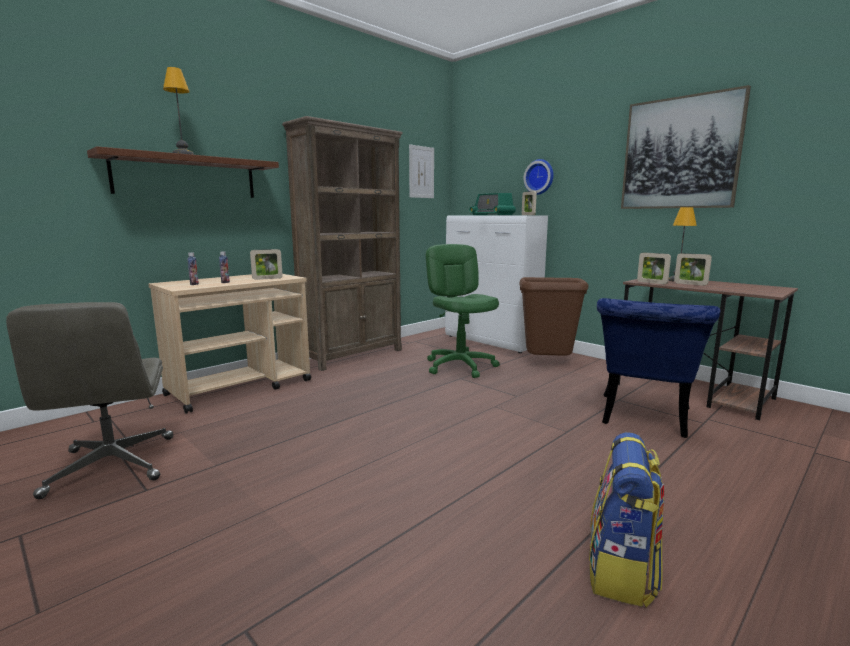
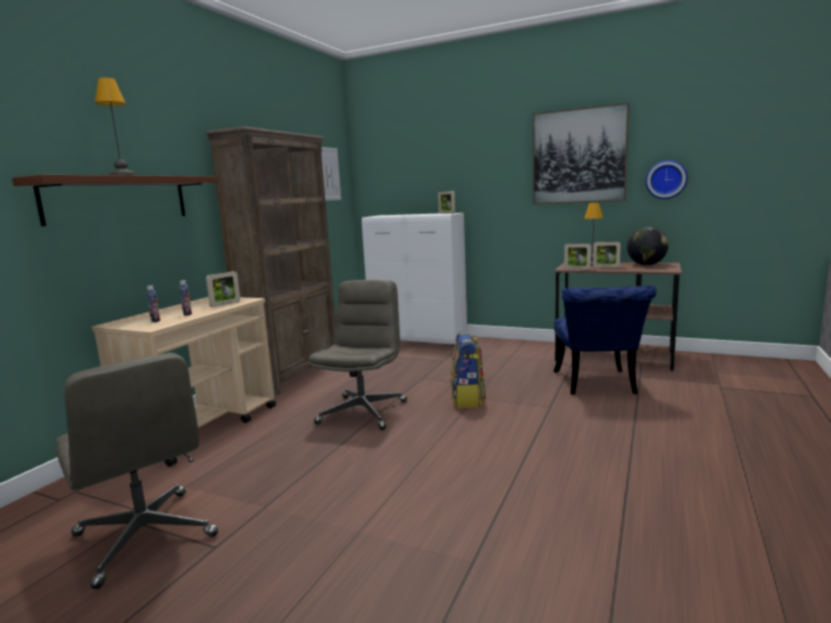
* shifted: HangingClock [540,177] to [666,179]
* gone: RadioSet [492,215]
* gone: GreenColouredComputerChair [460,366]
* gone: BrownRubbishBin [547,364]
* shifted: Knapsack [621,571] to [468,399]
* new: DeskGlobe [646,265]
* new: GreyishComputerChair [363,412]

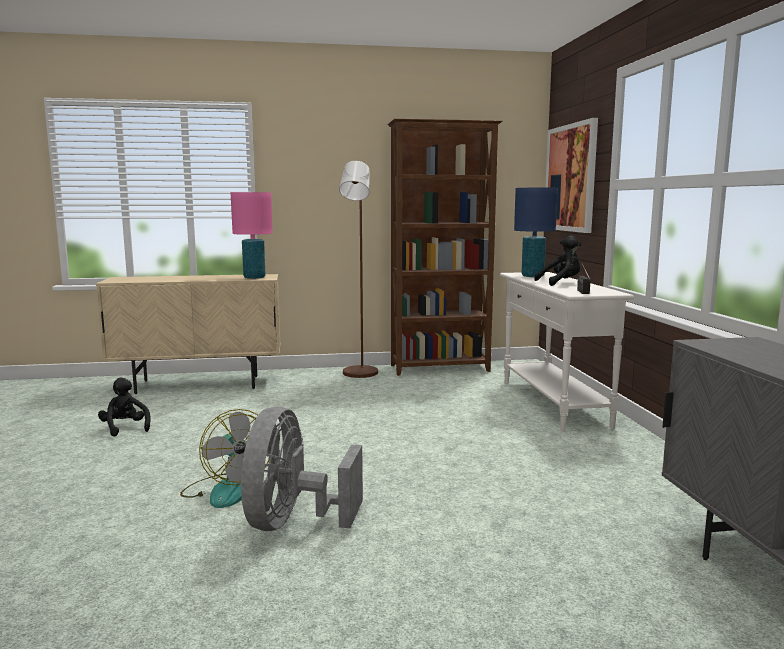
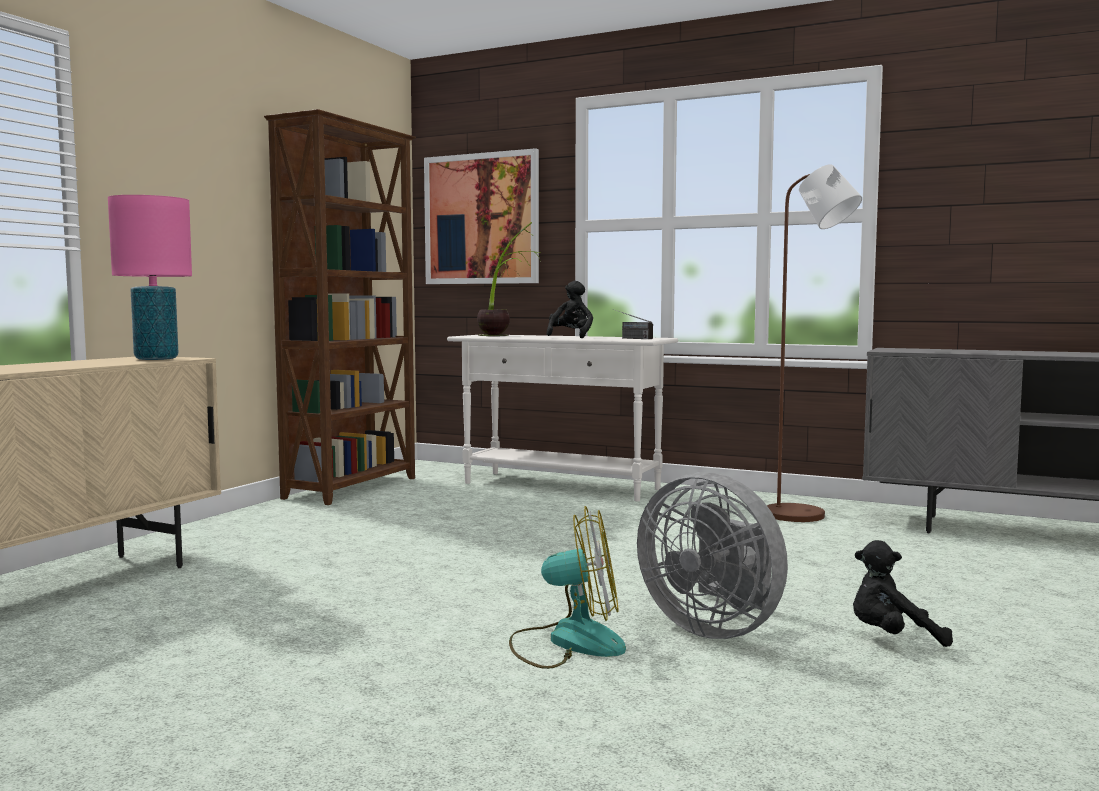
* shifted: BrownStandardLamp [359,375] to [805,516]
* swapped: BlueLampForATable [533,276] to PlantInAPot [504,336]
* shifted: BlackishCuddlyToy [125,428] to [892,638]

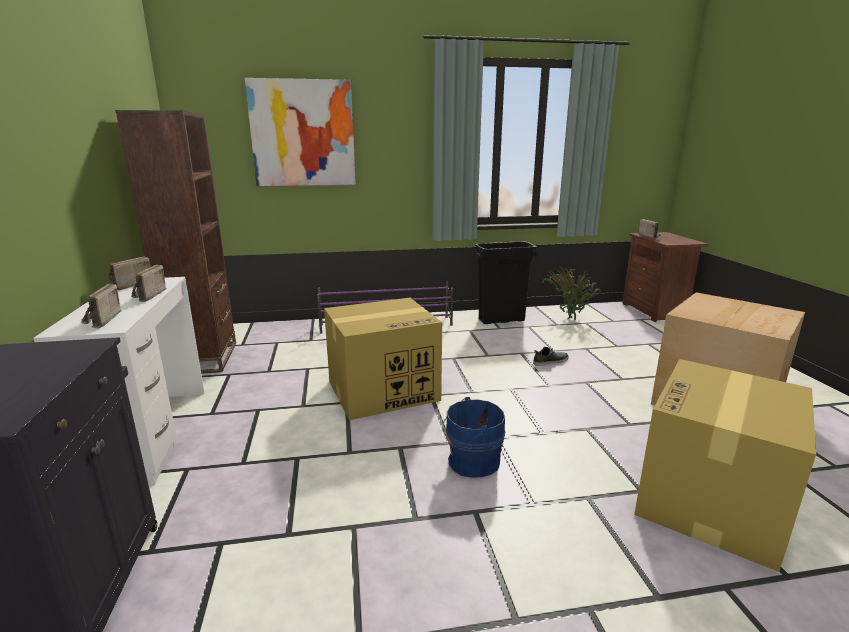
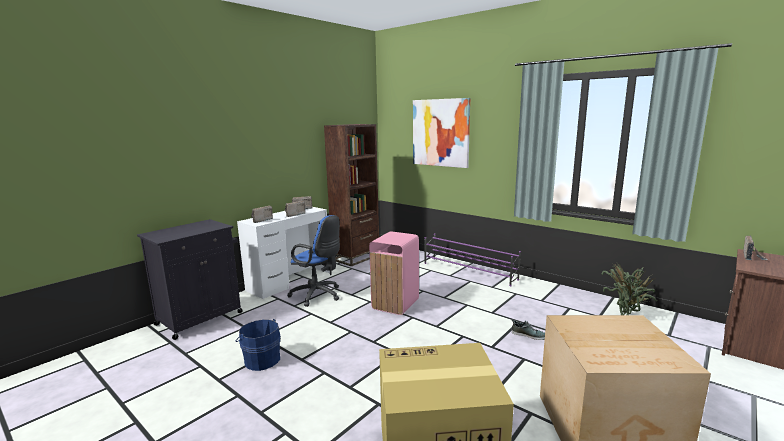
* gone: BlackishRubbishBin [501,320]
* swapped: CardboardBox [384,390] to PinkColouredRubbishBin [396,304]
* shifted: BluePail [471,461] to [261,359]
* new: BlueComputerChair [318,295]

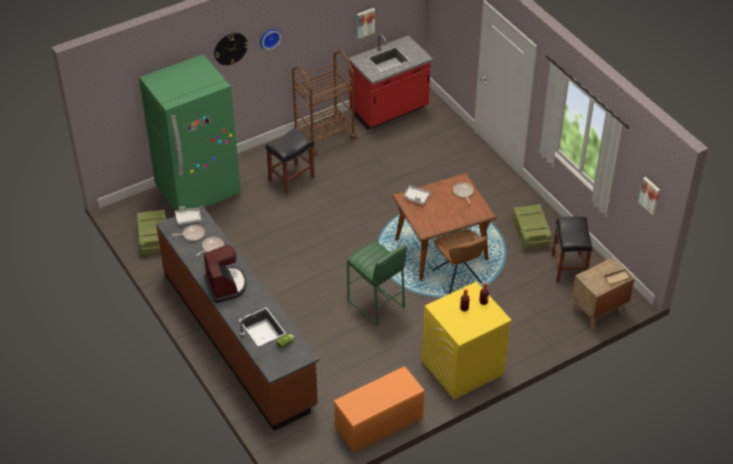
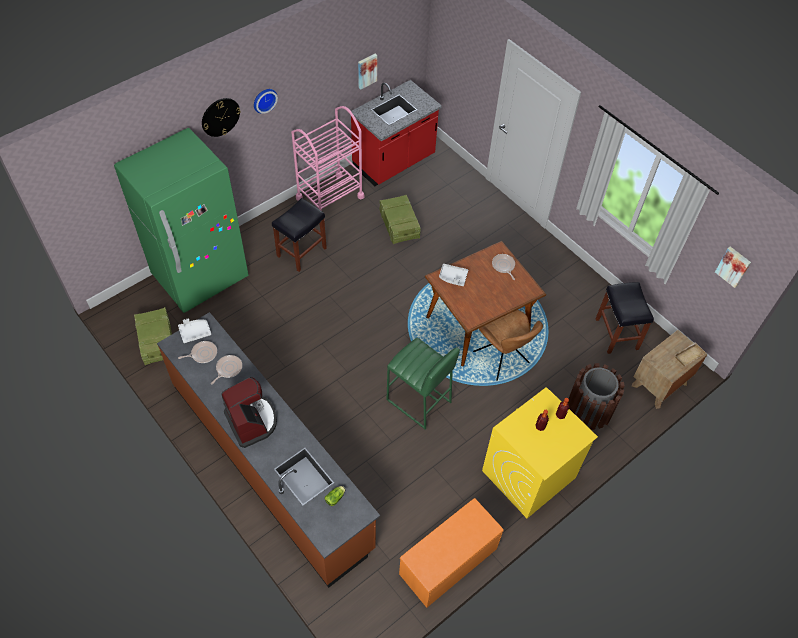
* repainted: BrownTrolley [324,136] to PinkColouredTrolley [330,197]
* shifted: Crate [531,234] to [399,226]
* new: BrownRubbishBin [586,416]

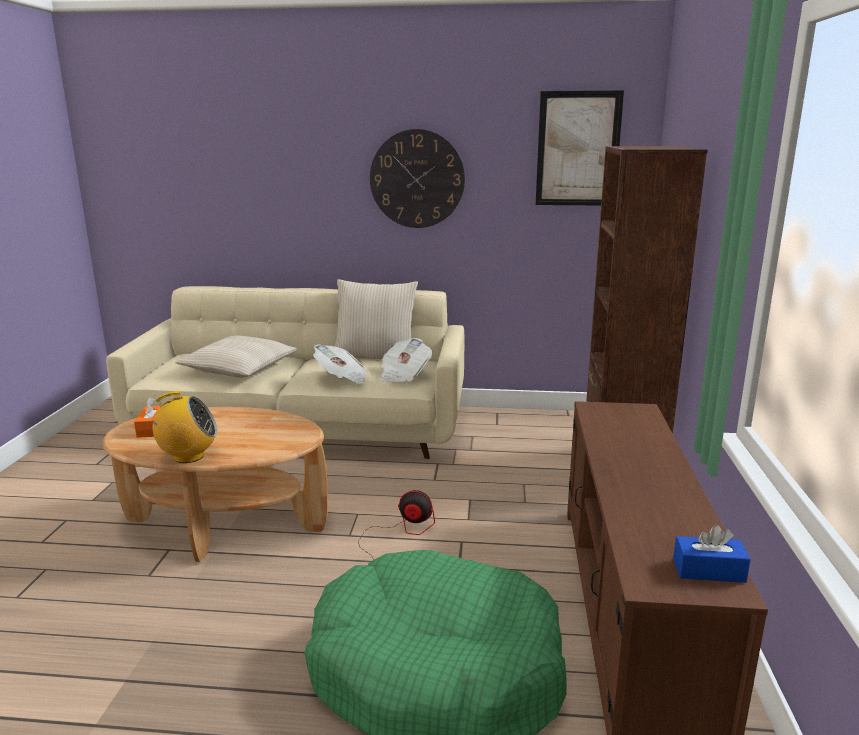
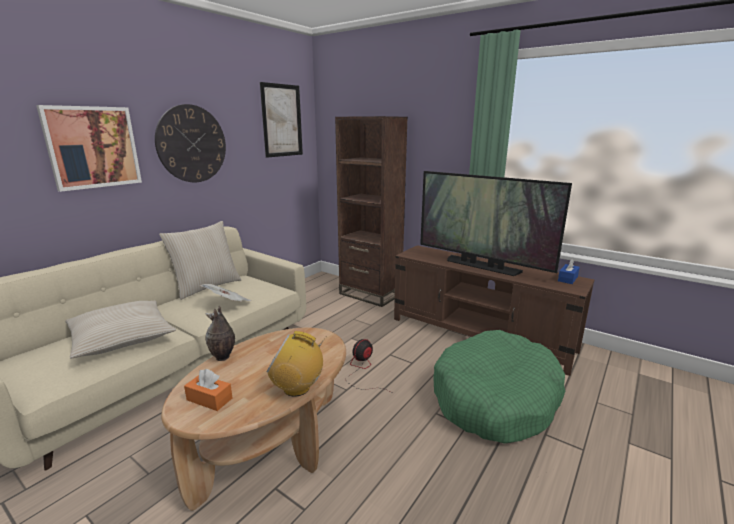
* gone: DailyPaper [403,375]
* rotated: RadioSet [188,456] = [297,388] 105 degrees counterclockwise
* new: Picture [93,147]
* new: Tv [481,266]
* new: DecorativeVase [222,357]

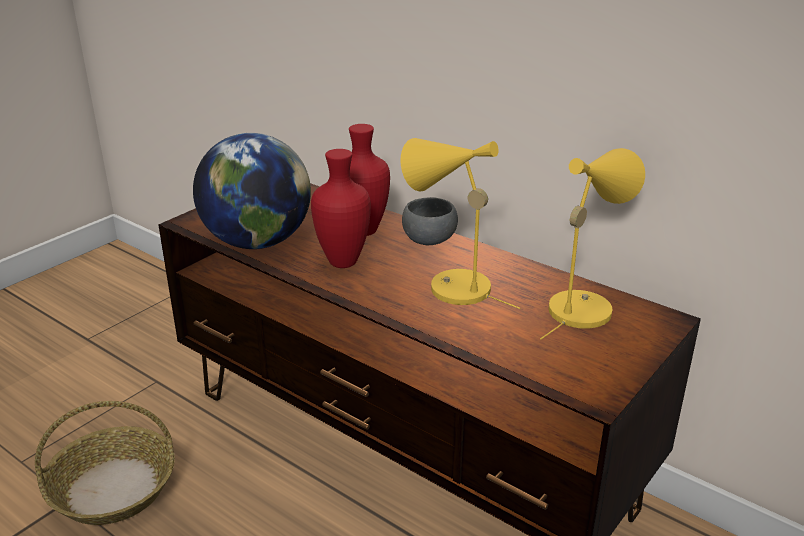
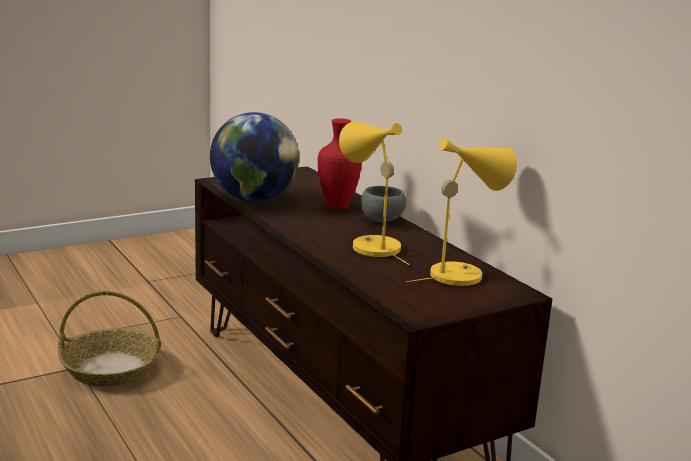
* gone: RedDecorativeVase [345,262]

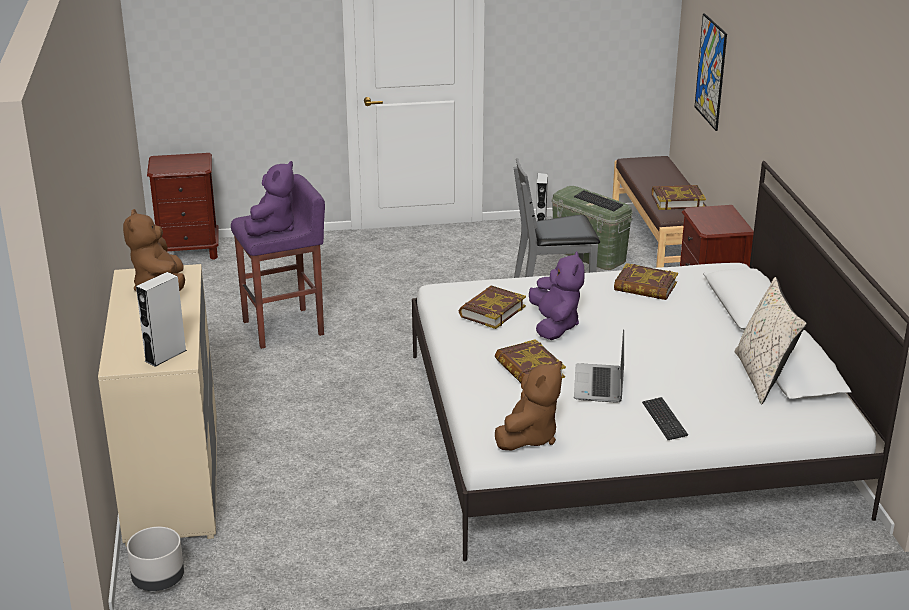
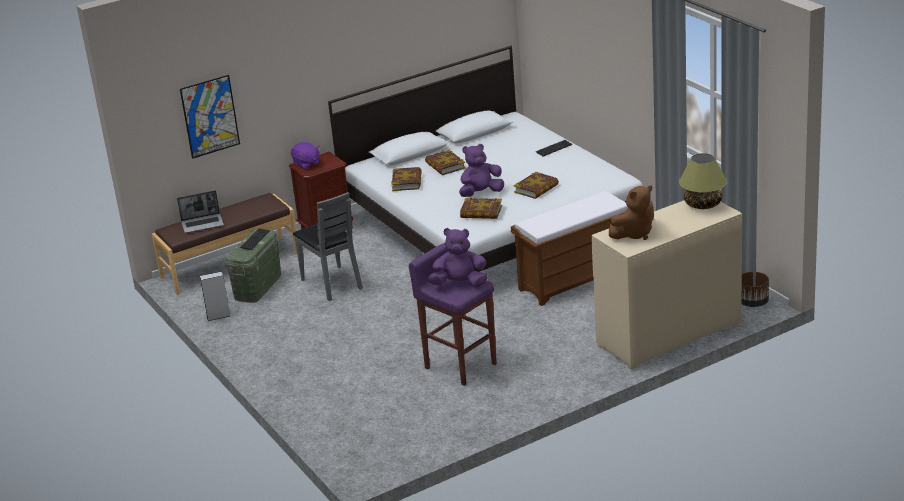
* gone: BrownNightTable [189,251]
* shifted: Book [677,201] to [445,166]
* swapped: GreyishSpeaker [165,355] to LampForATable [702,204]
* gone: BeigeColouredPillow [763,377]
* shifted: PortableComputer [599,385] to [203,224]
* gone: BrownCuddlyToy [529,437]
* repainted: GreyishFlowerPot [158,580] to BrownFlowerPot [753,303]
* new: PurpleColouredCuddlyToy [306,164]
* new: BrownLongSeat [575,279]

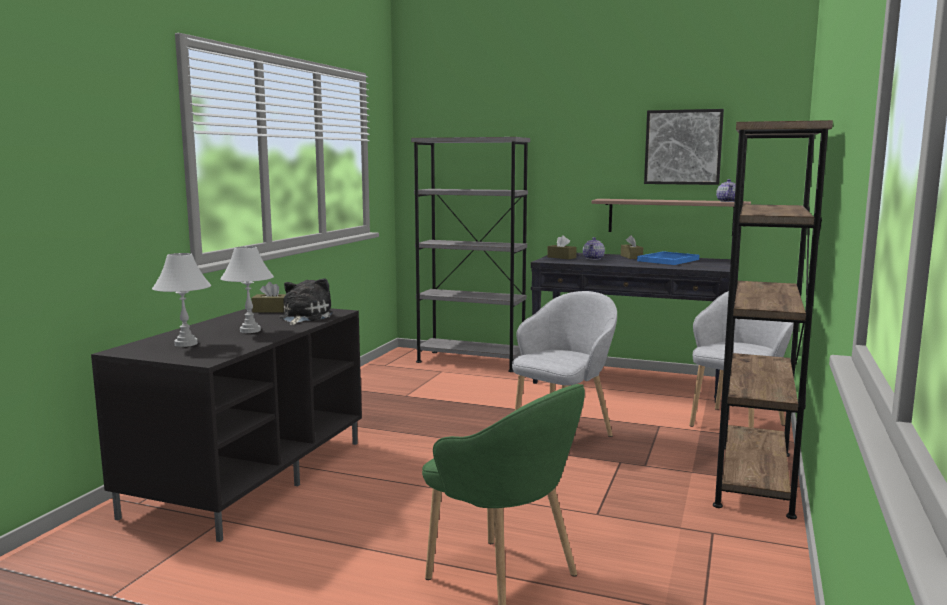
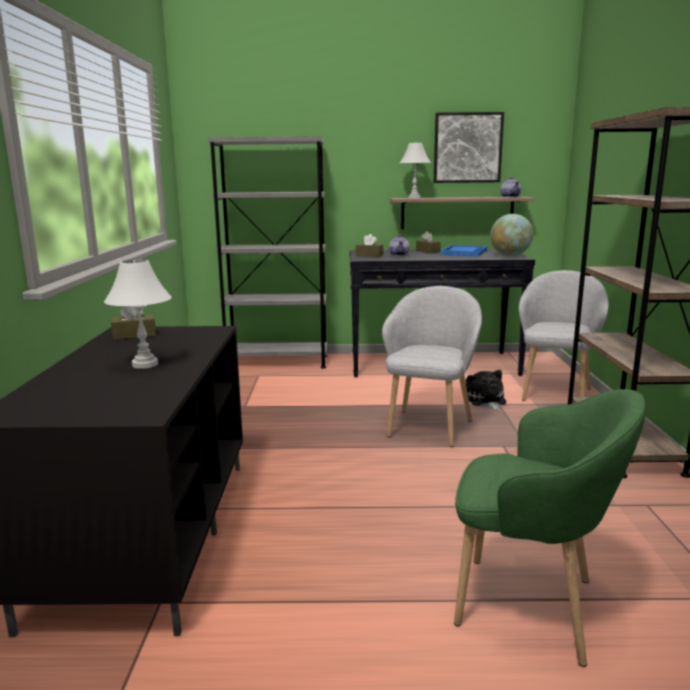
* shifted: WhitishLampForATable [185,344] to [414,198]
* shifted: CuddlyToy [304,317] to [485,401]
* new: DeskGlobe [510,255]

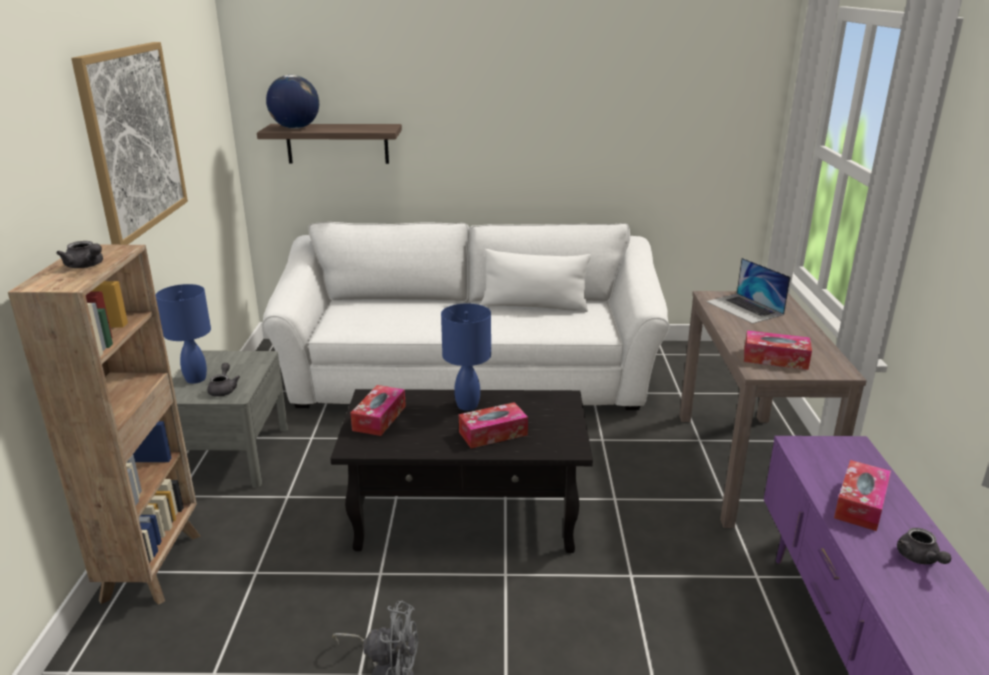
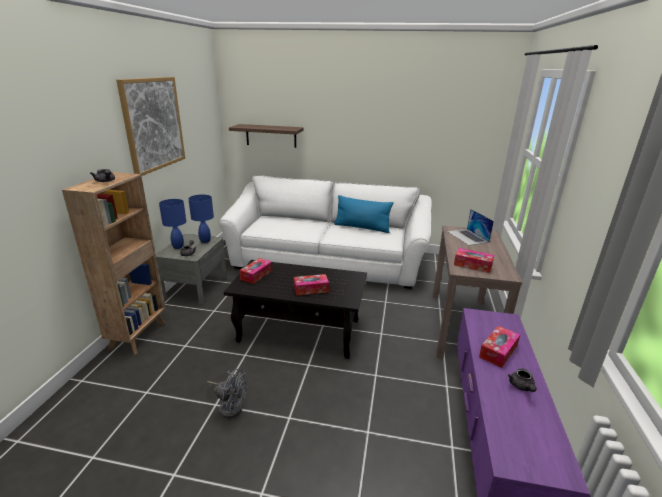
* gone: DeskGlobe [295,128]
* repainted: WhitishPillow [534,306] to BluePillow [362,227]
* shifted: BlueLampForATable [467,405] to [205,241]

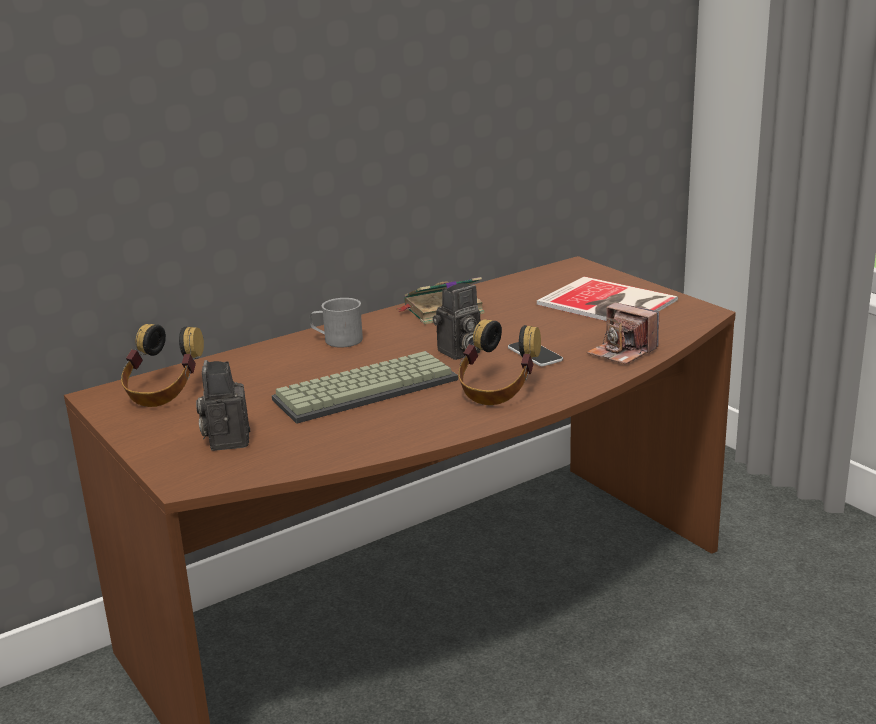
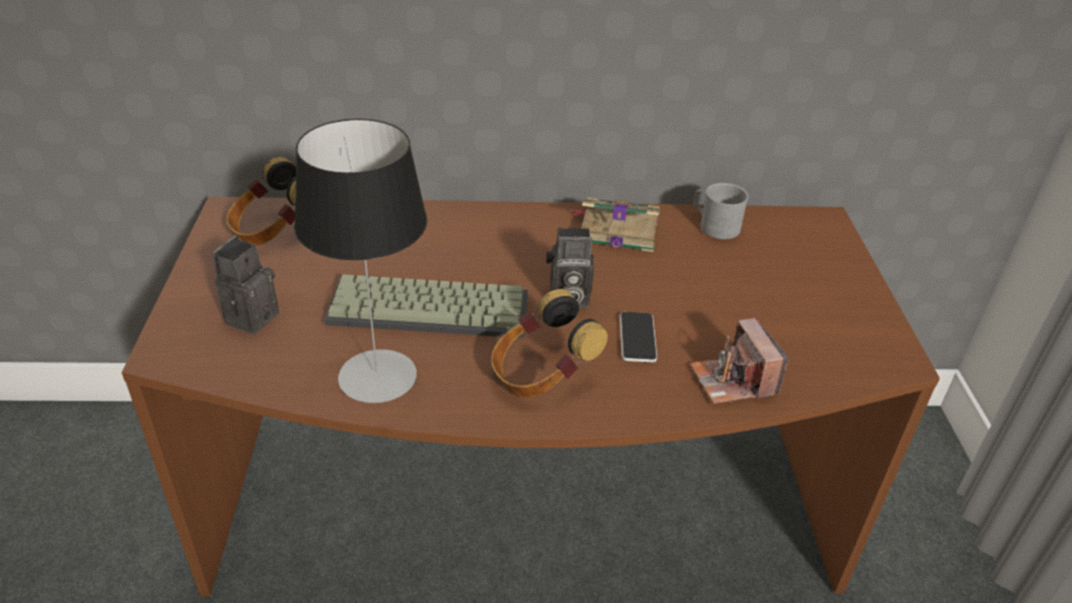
* gone: Book [608,303]
* shifted: GreyishCoffeeMug [337,340] to [714,225]
* new: LampForATable [377,376]

